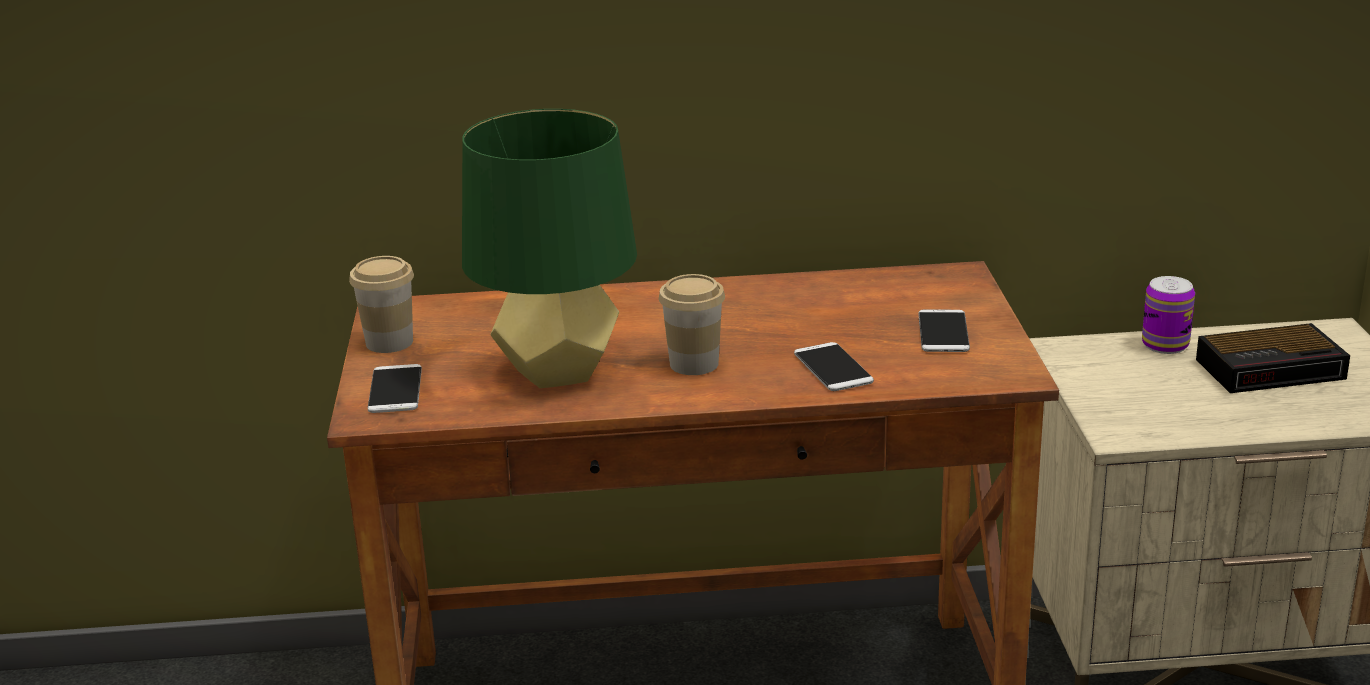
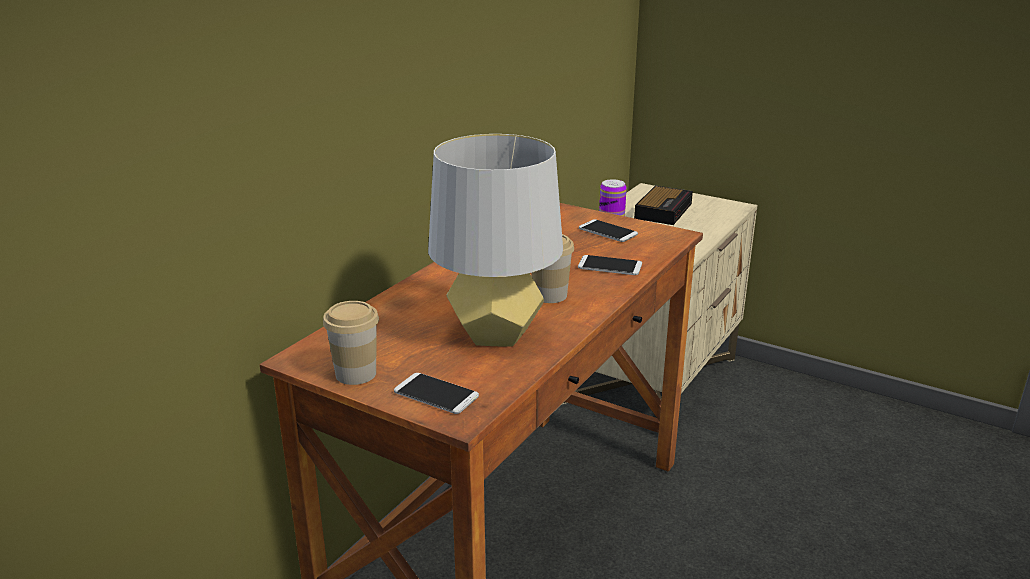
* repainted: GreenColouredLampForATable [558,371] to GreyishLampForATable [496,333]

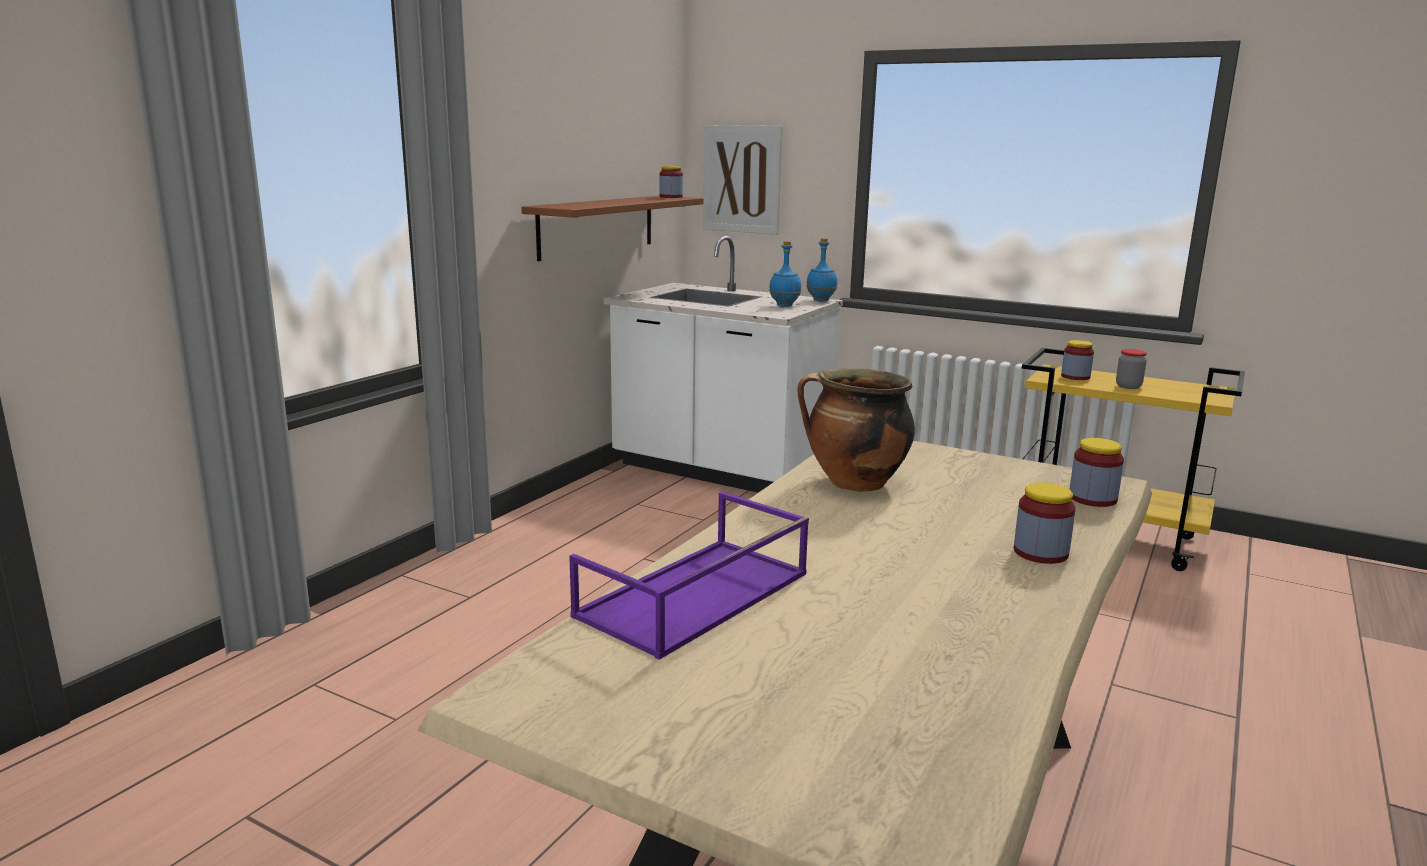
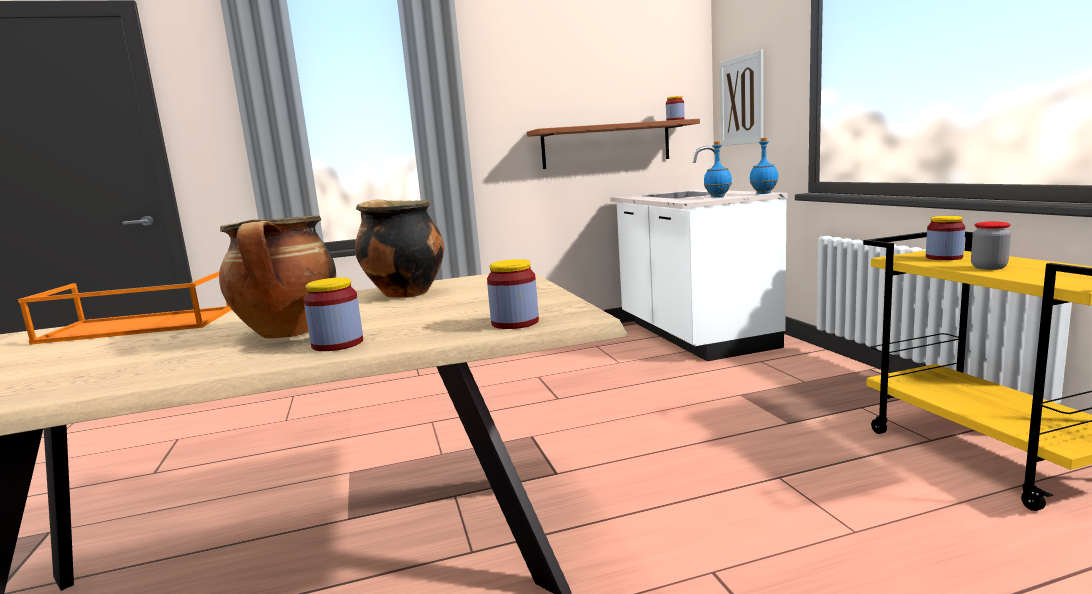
* repainted: PurpleColouredTray [694,596] to OrangeTray [136,326]
* new: CookingPot [289,333]

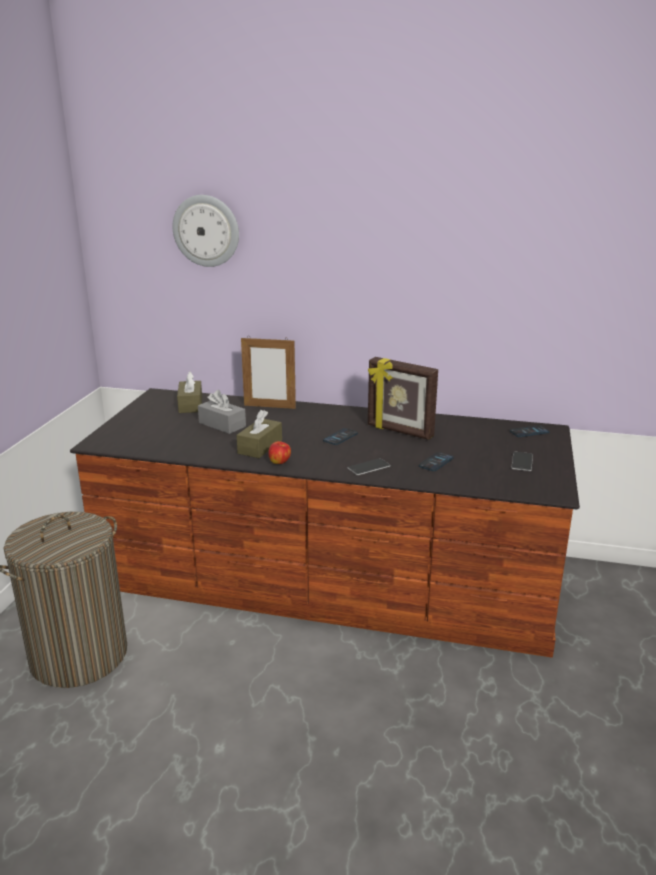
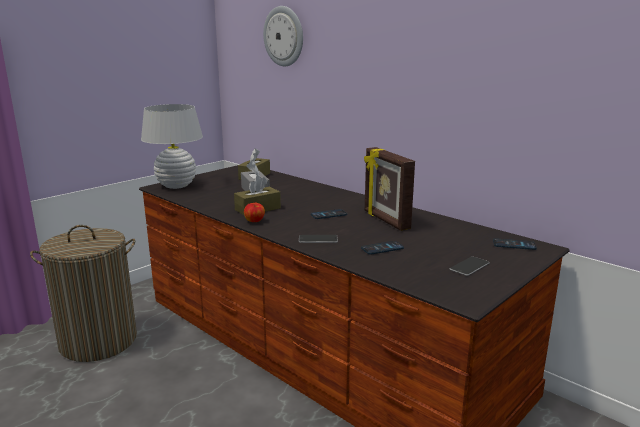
* gone: StandingFrame [269,407]
* new: WhitishLampForATable [176,185]

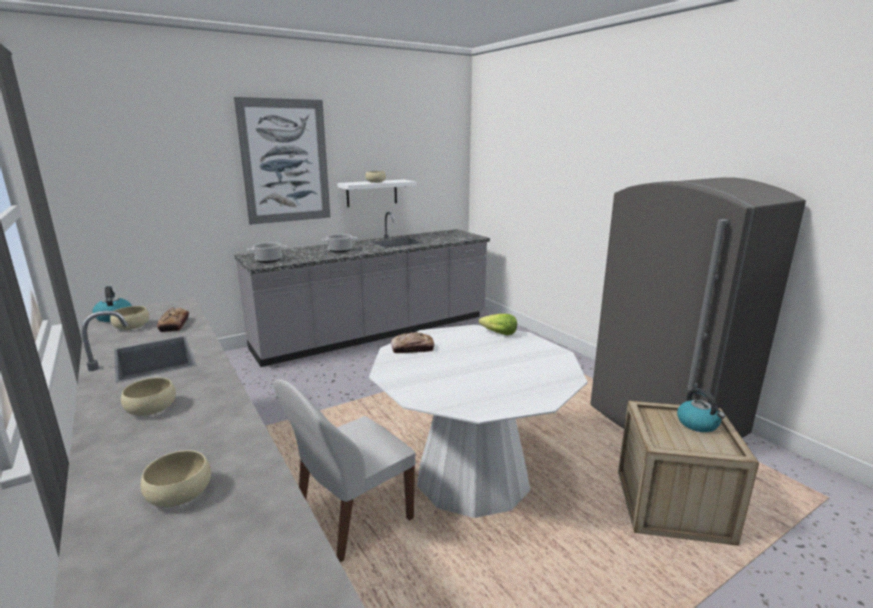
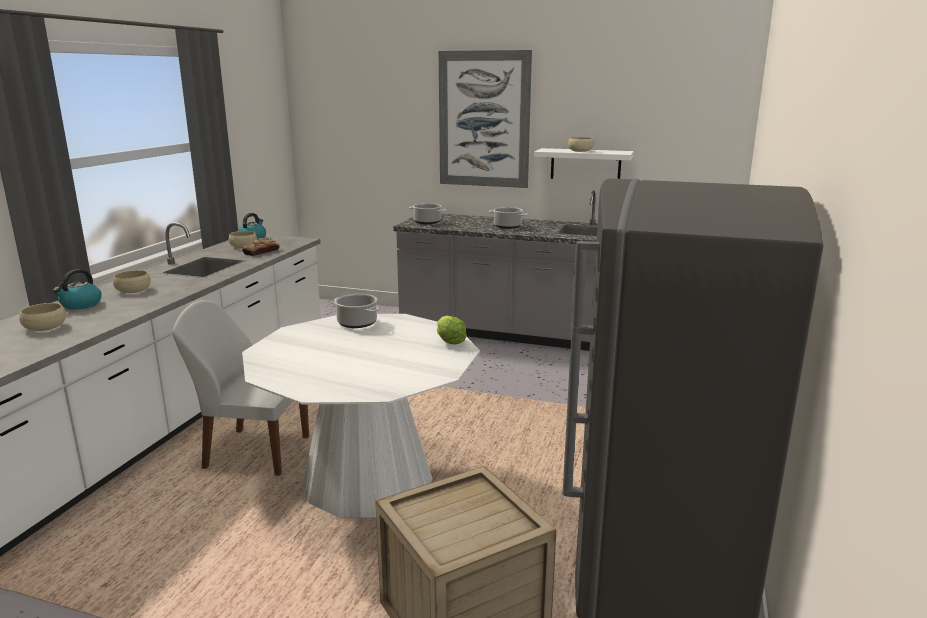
* swapped: BakedBread [412,348] to CookingPot [356,323]
* shifted: TeaKettle [698,424] to [80,305]

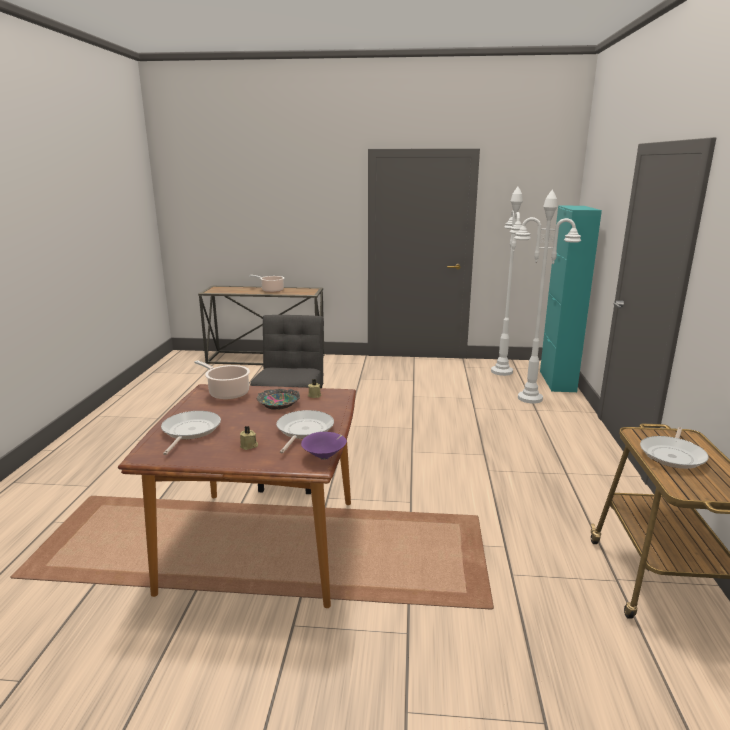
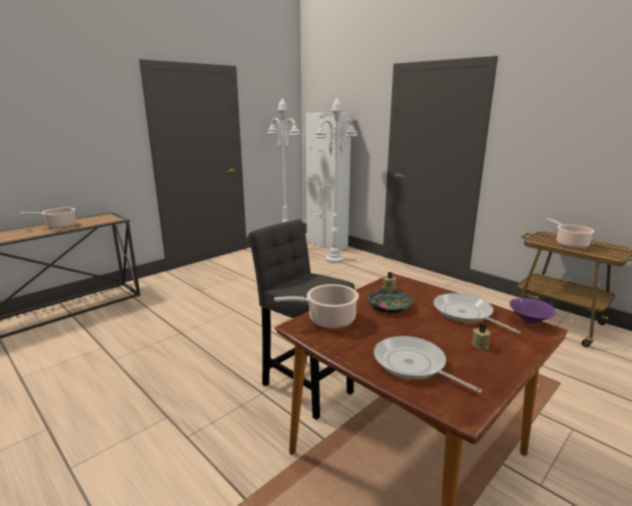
* repainted: TurquoiseStorageCabinet [557,381] to WhitishStorageCabinet [327,244]
* swapped: Skillet [673,455] to CookingPot [570,244]

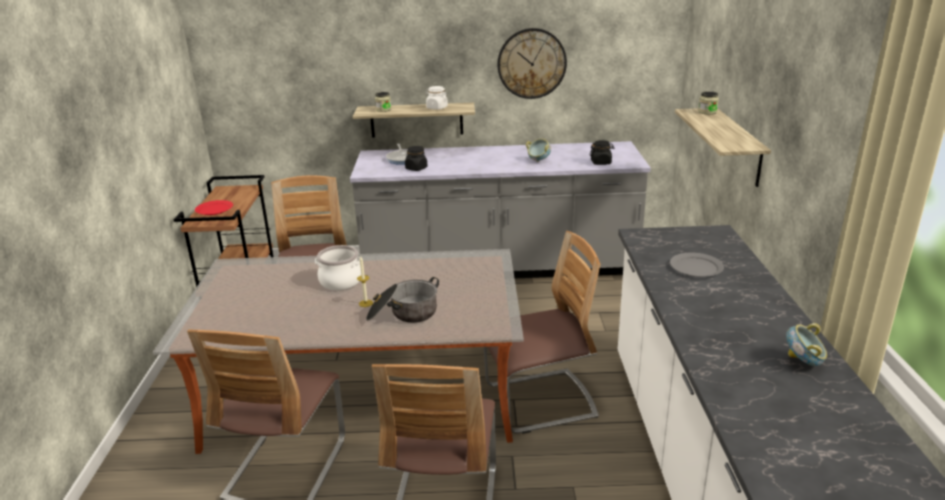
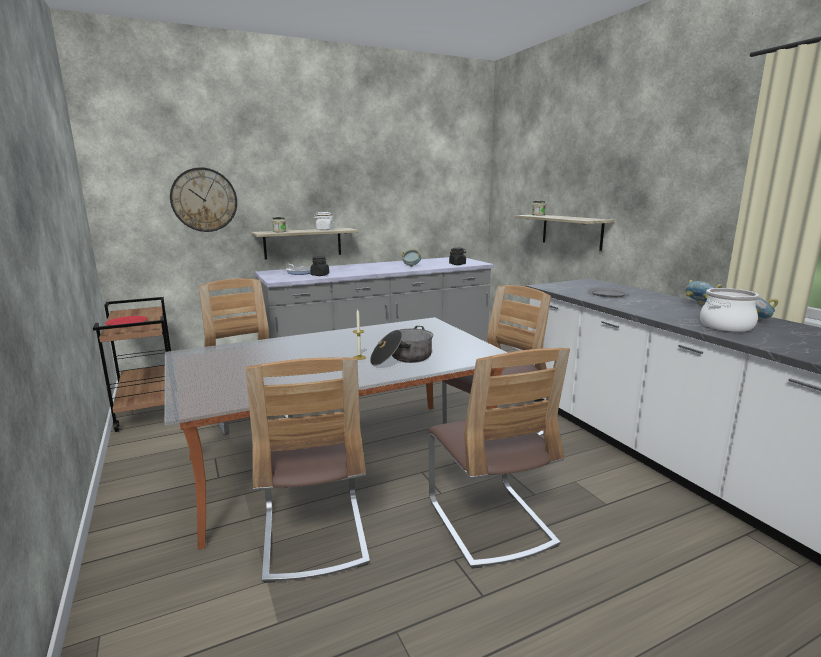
* shifted: HangingClock [531,63] to [204,200]
* shifted: CookingPot [340,281] to [726,326]
* new: Bowl [699,305]

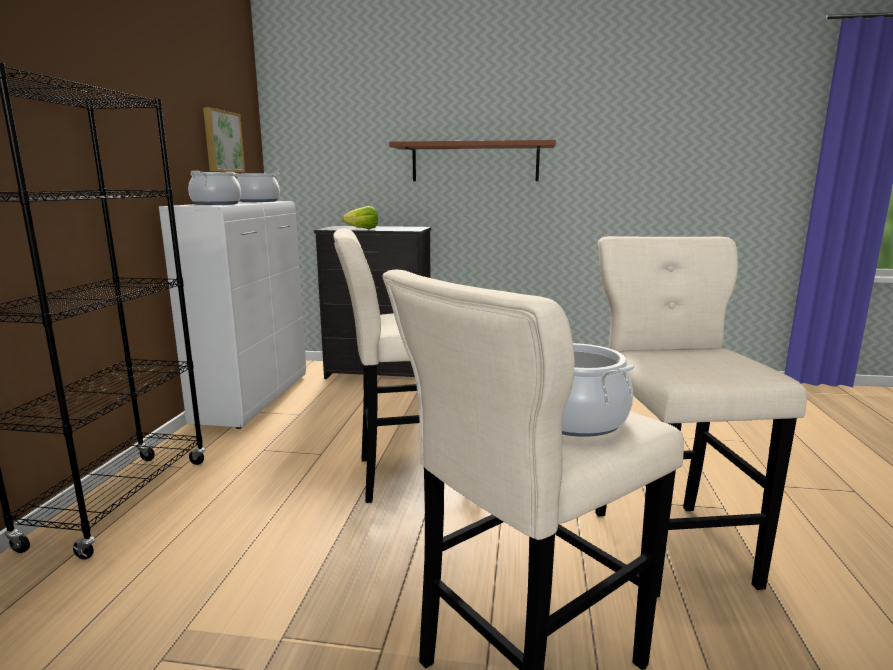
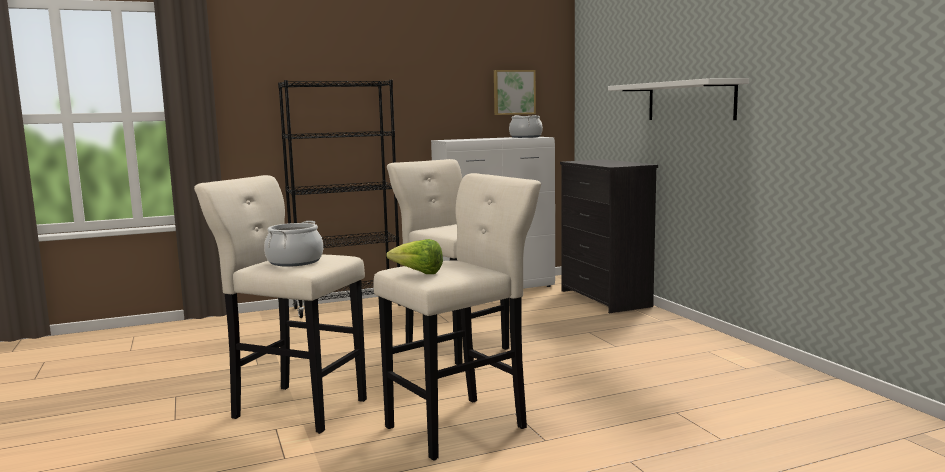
* repainted: BrownShelf [475,162] to WhitishShelf [690,101]
* gone: CookingPot [216,204]
* shifted: LettuceHead [362,229] to [418,273]

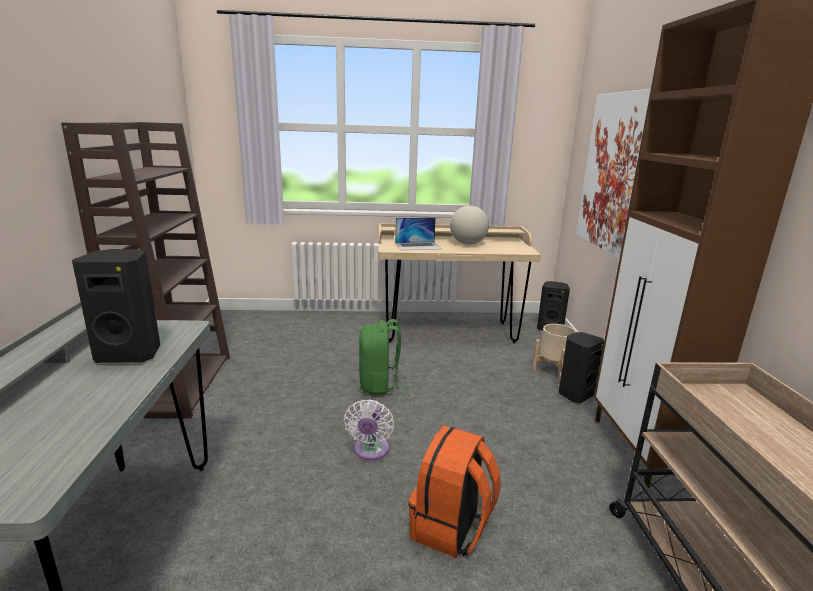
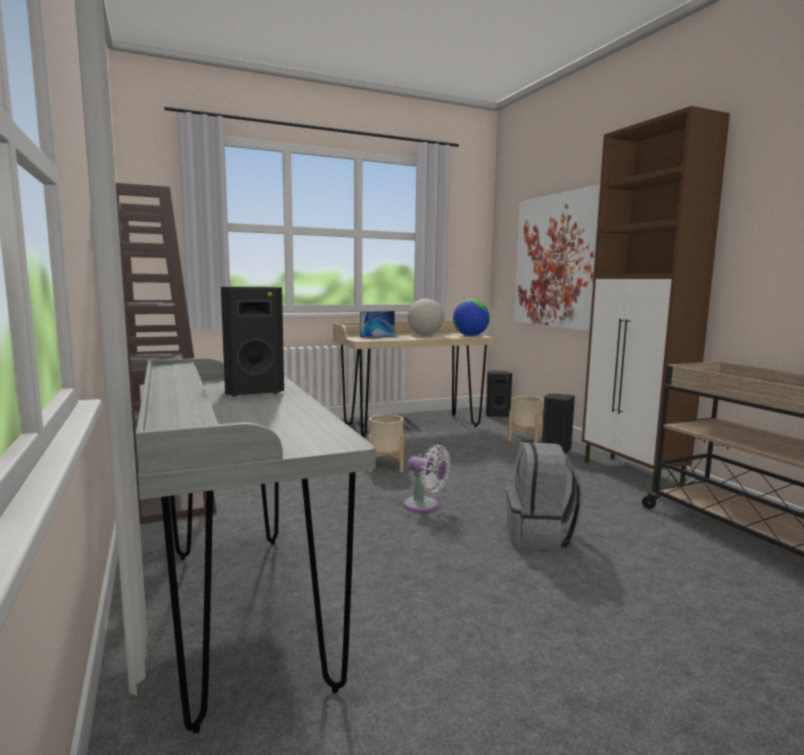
* swapped: GreenColouredKnapsack [379,385] to BeigeColouredFlowerPot [385,466]
* rotated: WhitishFan [370,451] = [424,506] 45 degrees counterclockwise
* repainted: OrangeKnapsack [451,528] to GreyishKnapsack [540,536]
* new: DeskGlobe [470,336]

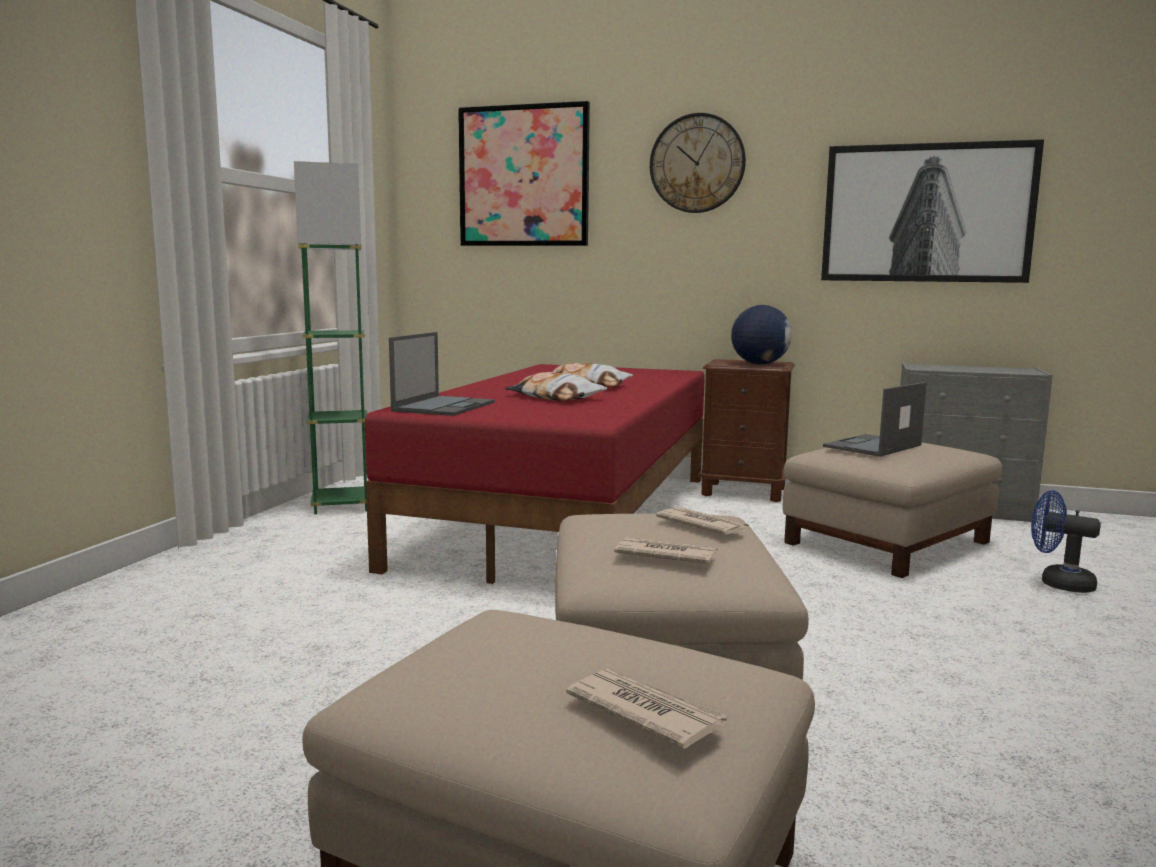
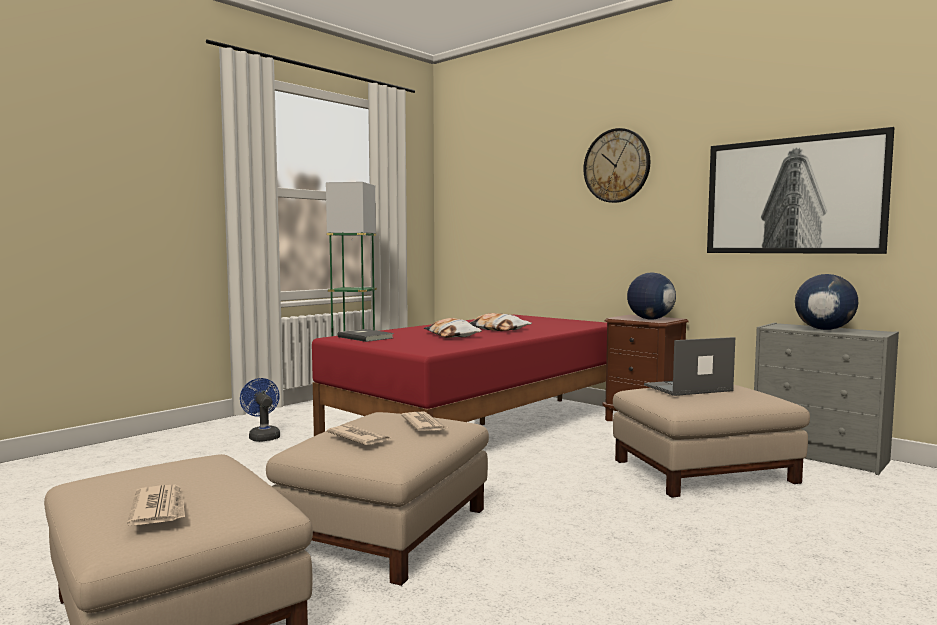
* gone: Picture [523,176]
* swapped: PortableComputer [444,406] to GreyishBook [366,337]
* shifted: BlueFan [1058,583] to [263,436]
* new: DeskGlobe [824,329]

